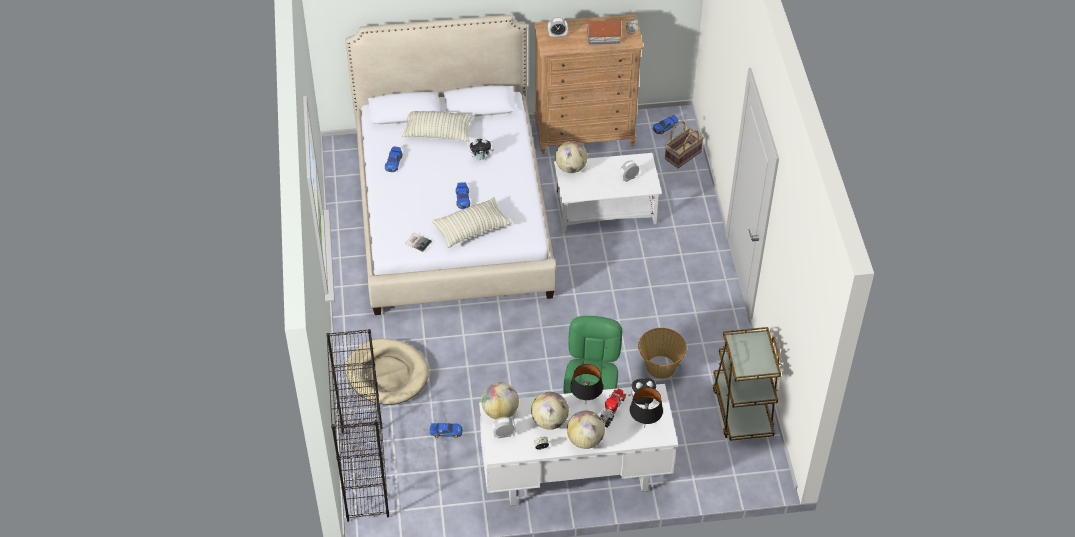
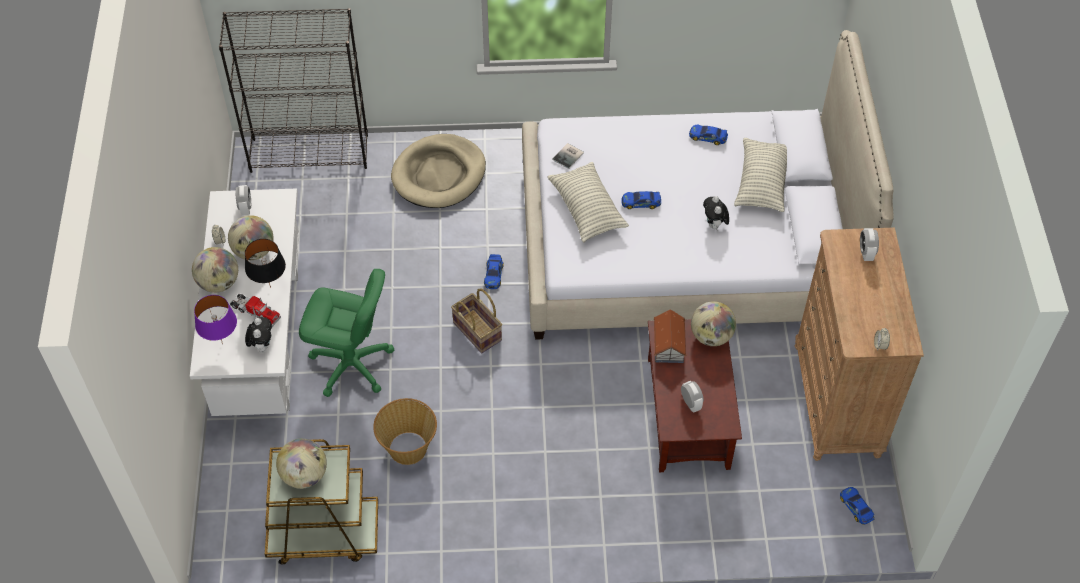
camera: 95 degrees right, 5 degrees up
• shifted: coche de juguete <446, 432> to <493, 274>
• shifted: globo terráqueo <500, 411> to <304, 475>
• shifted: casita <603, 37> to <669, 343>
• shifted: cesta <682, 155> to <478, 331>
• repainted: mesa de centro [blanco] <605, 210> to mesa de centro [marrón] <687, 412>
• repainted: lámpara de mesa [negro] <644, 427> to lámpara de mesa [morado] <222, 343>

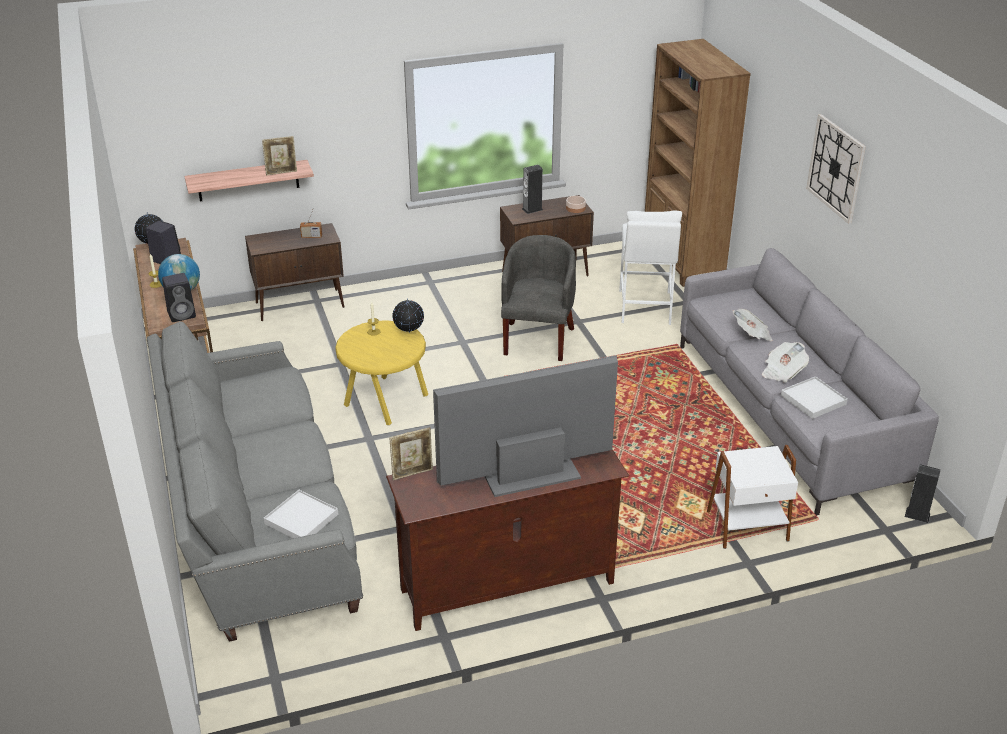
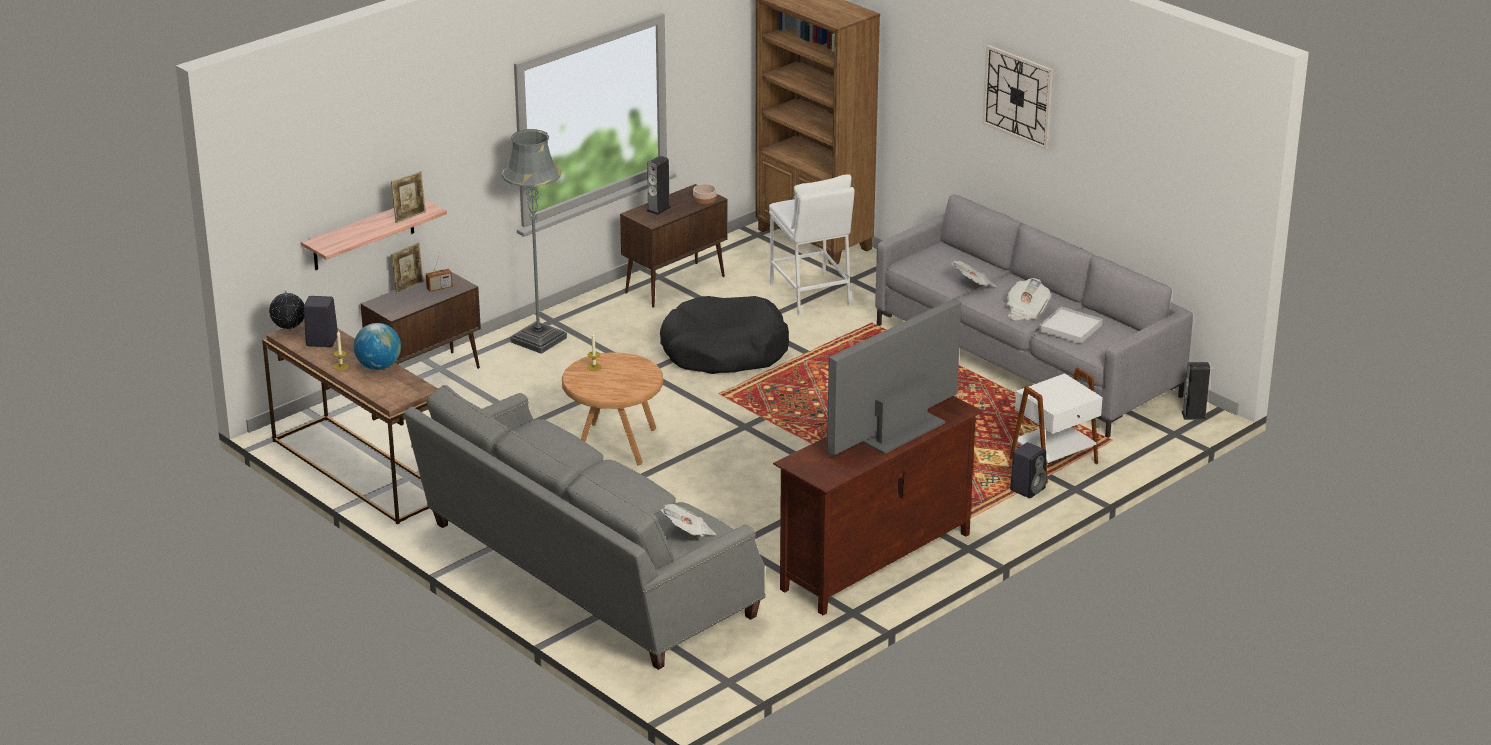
camera: 25 degrees left, 5 degrees down
• gone: globo terráqueo <409, 333>
• new: lámpara de pie [gris] <539, 340>
• shifted: altavoz [negro] <182, 314> to <1028, 489>
• shifted: portarretratos <412, 473> to <409, 287>
• swapped: bandeja [blanco] <301, 519> to periódico <689, 533>
• swapped: sillón [gris] <538, 339> to cama para perro [negro] <724, 351>
• repainted: mesa auxiliar [amarillo] <384, 401> to mesa auxiliar [marrón] <614, 445>

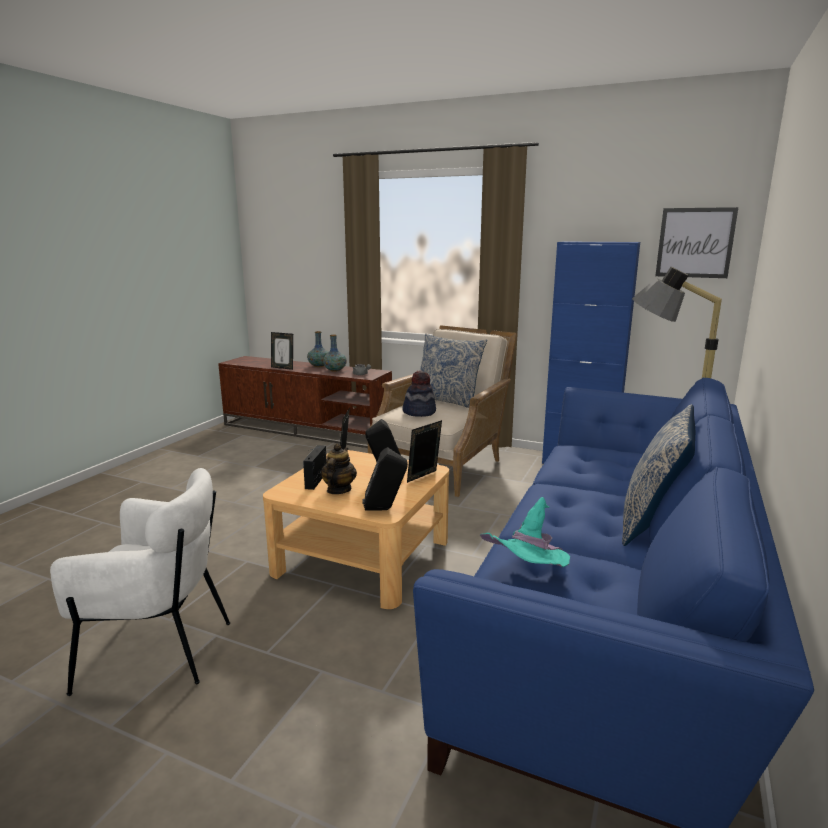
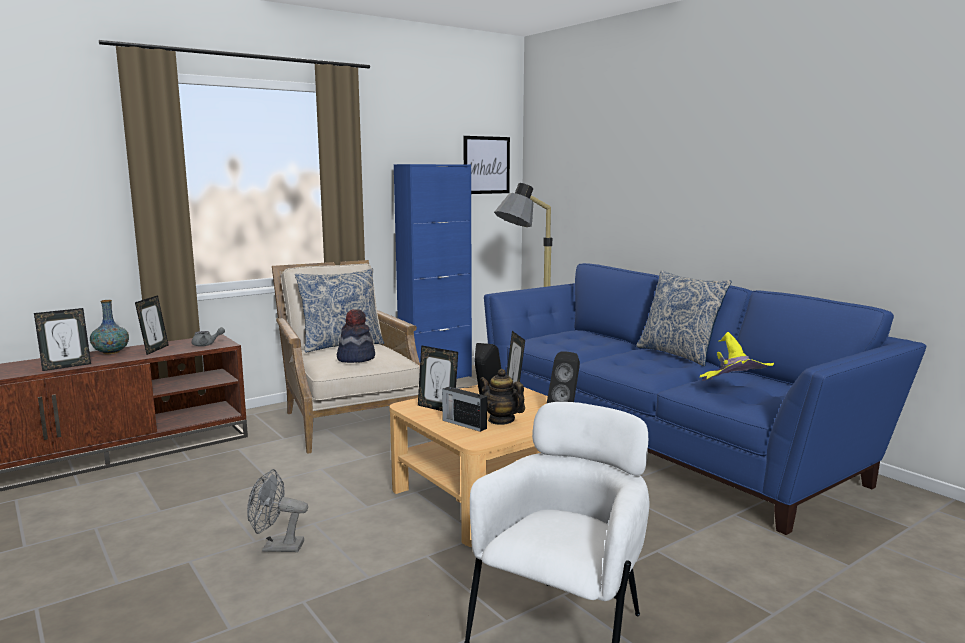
camera: 60 degrees left, 5 degrees down
• new: ventilador [gris] <276, 547>
• swapped: florero <335, 370> to portarretratos <154, 350>
• repainted: sombrero [turquesa] <528, 578> to sombrero [amarillo] <732, 392>

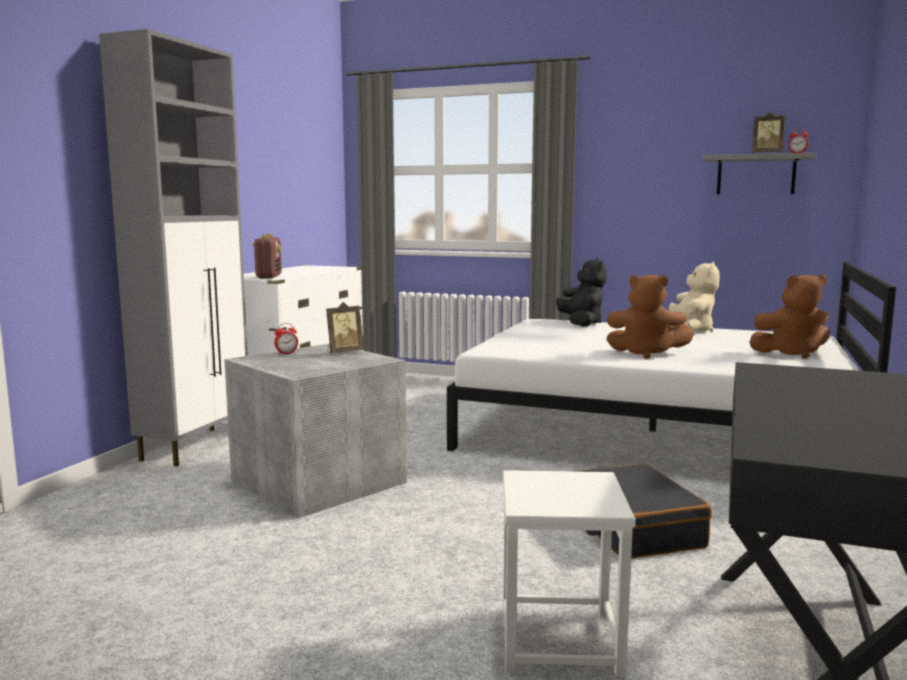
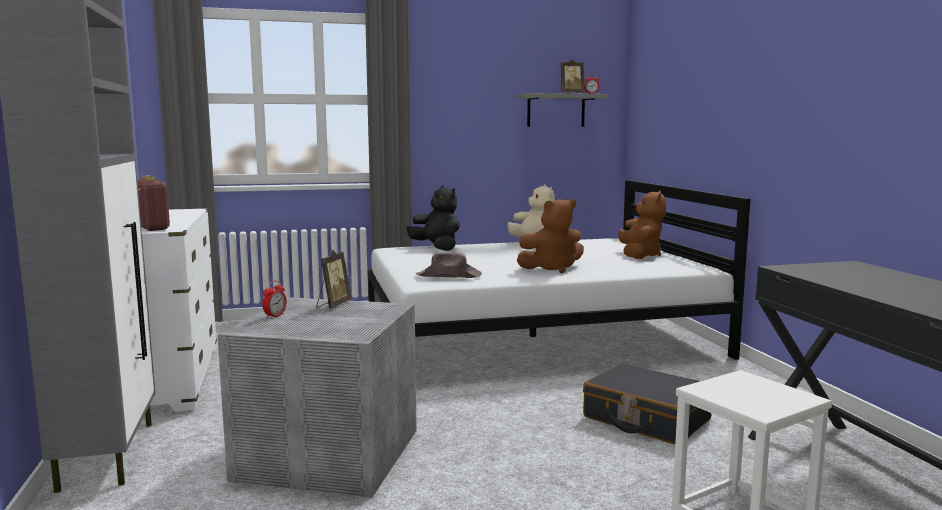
camera: 35 degrees left, 0 degrees up
• new: sombrero [marrón] <449, 276>
• rotated: peluche [marrón] <791, 353> = <640, 255> 45 degrees counterclockwise

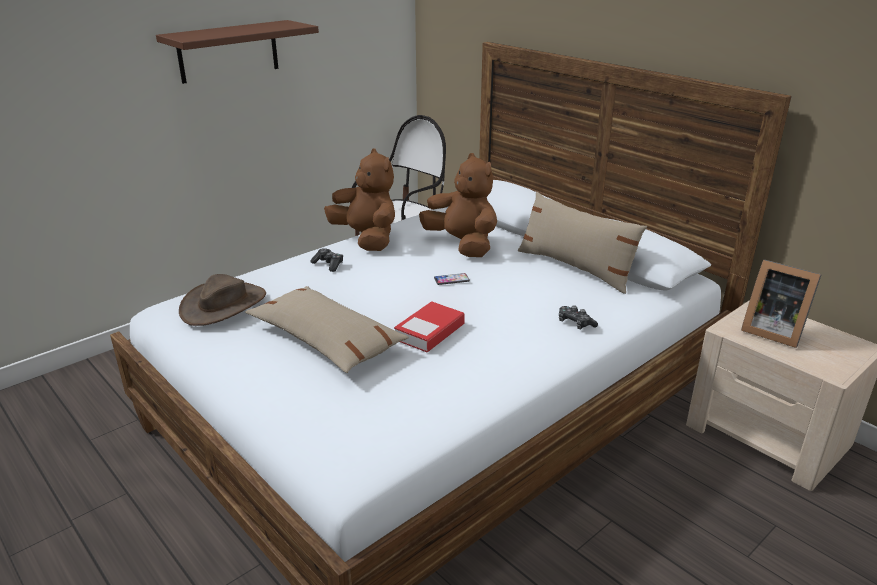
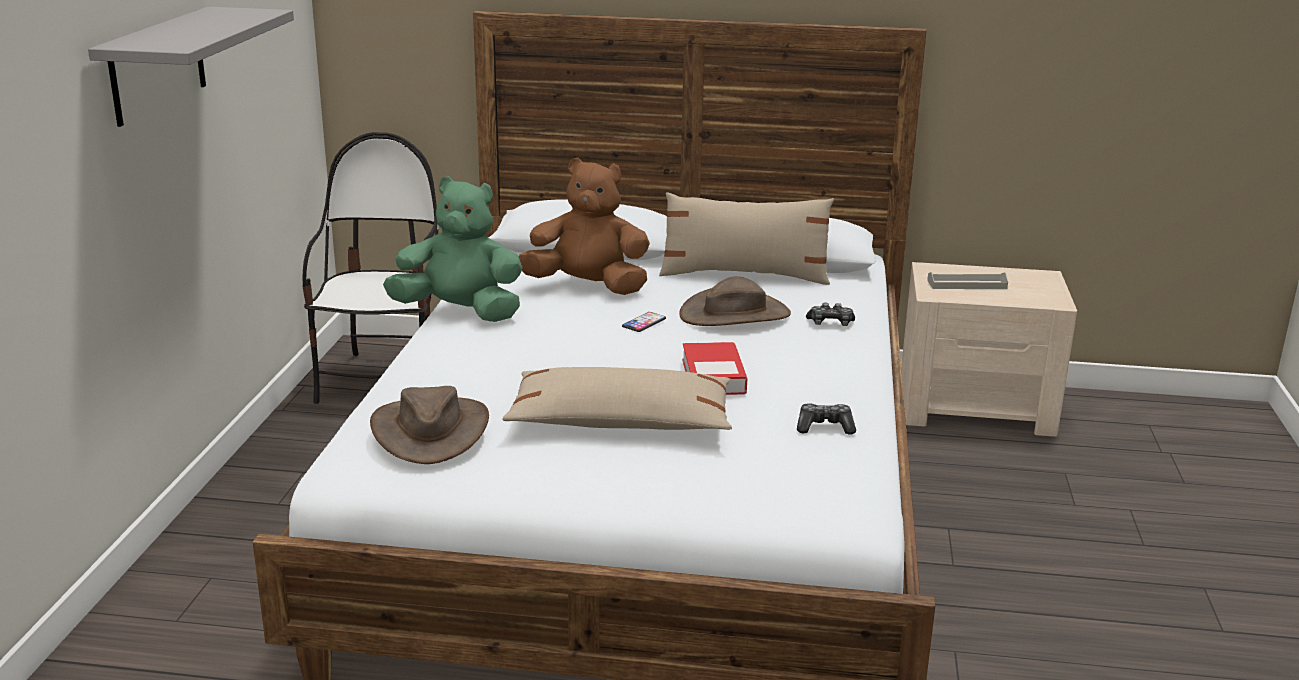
camera: 40 degrees left, 5 degrees down
• new: sombrero [marrón] <735, 314>
• shifted: mando de consola <328, 264> to <824, 427>
• swapped: portarretratos <771, 331> to bandeja [gris] <967, 284>
• repainted: estante [marrón] <228, 51> to estante [gris] <157, 65>
• repainted: peluche [marrón] <366, 239> to peluche [verde] <460, 312>

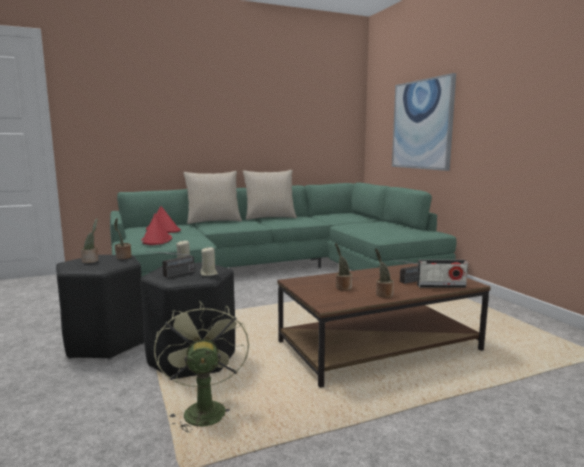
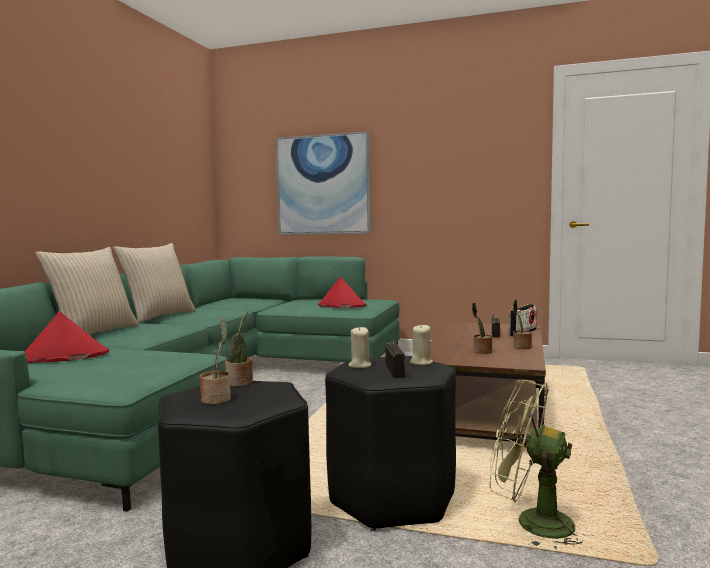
camera: 50 degrees left, 5 degrees down
• shifted: sombrero [rojo] <156, 240> to <341, 305>

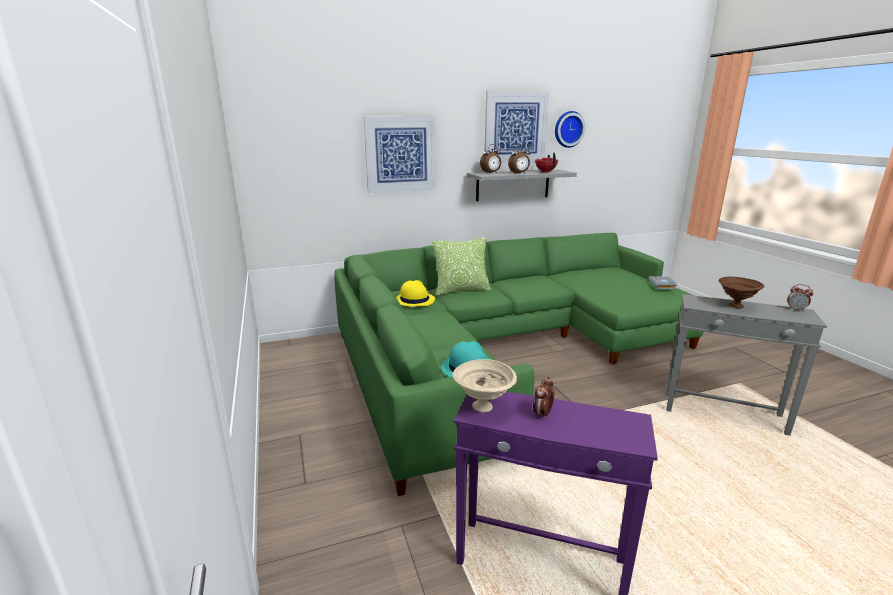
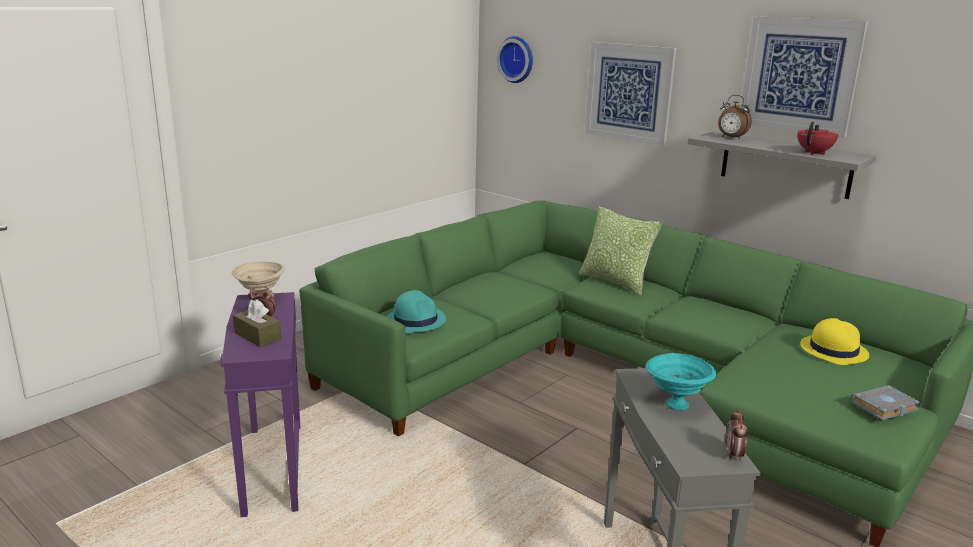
camera: 60 degrees right, 0 degrees up
• gone: despertador <519, 173>
• new: caja de pañuelos [marrón] <257, 336>
• shifted: sombrero [amarillo] <414, 300> to <833, 350>
• shifted: reloj de pared <568, 129> to <517, 59>
• repainted: cuenco [marrón] <736, 306> to cuenco [turquesa] <675, 405>

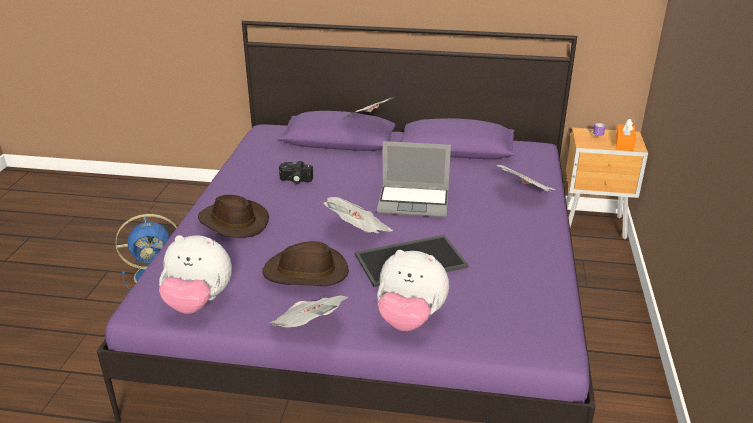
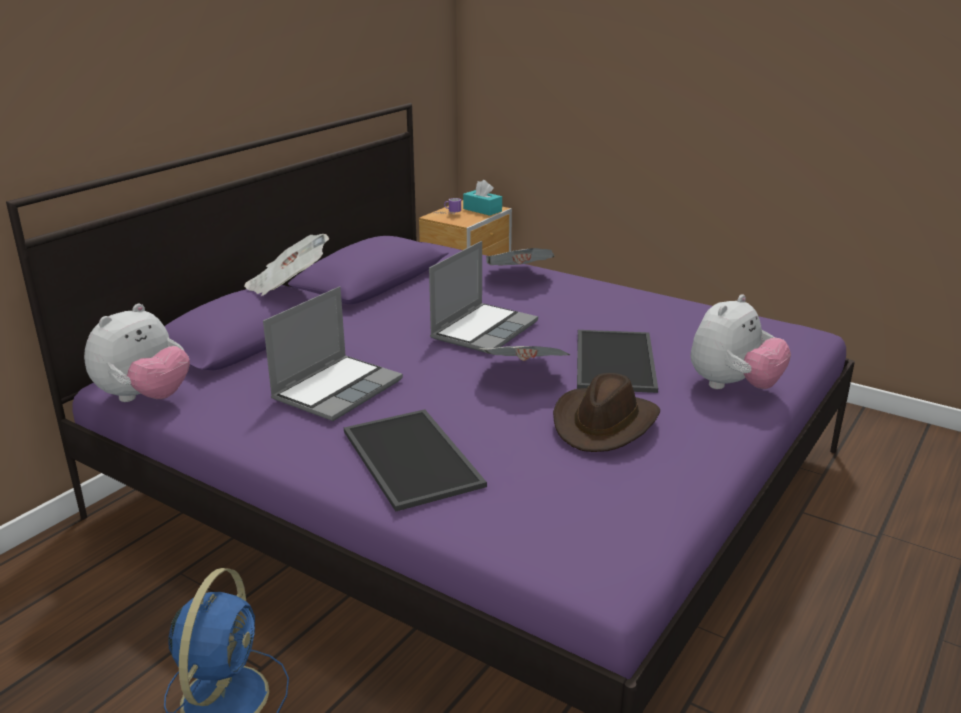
camera: 65 degrees left, 5 degrees down
• gone: periódico <309, 326>
• shifted: peluche <198, 302> to <145, 398>
• swapped: sombrero [marrón] <232, 222> to bandeja <414, 458>
• swapped: cámara <295, 180> to portátil <337, 389>
• repainted: caja de pañuelos [naranja] <624, 143> to caja de pañuelos [turquesa] <482, 210>

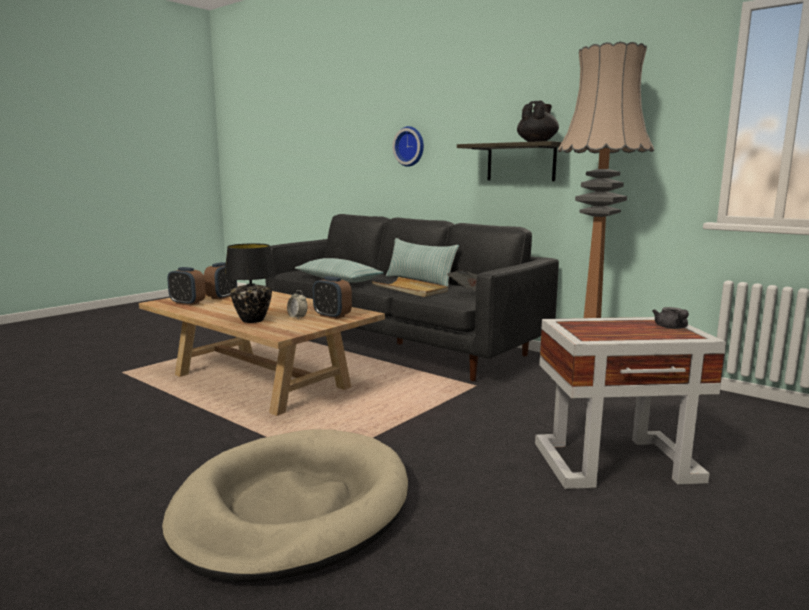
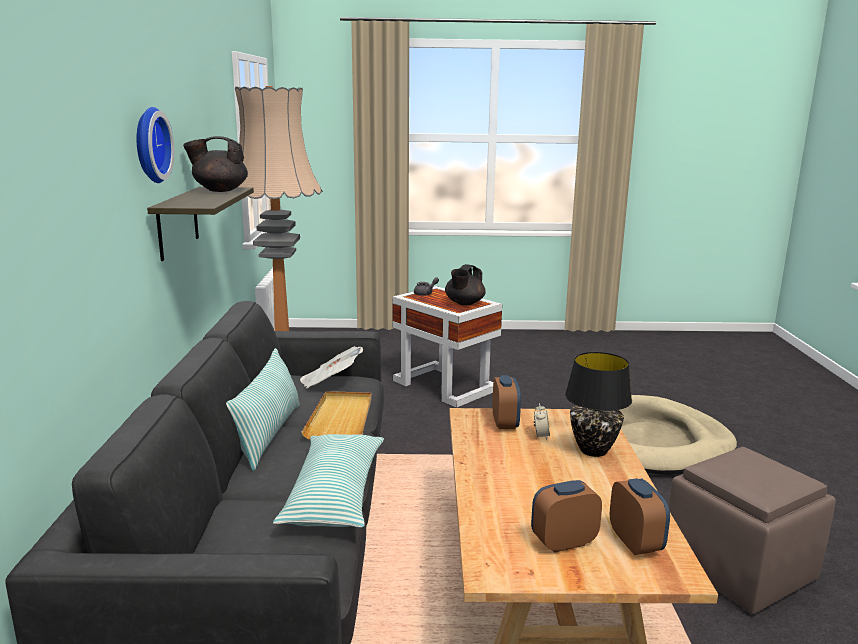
camera: 130 degrees left, 5 degrees up
• new: tetera [negro] <464, 303>
• new: puf [marrón] <740, 569>
• shifted: reloj de pared <410, 146> to <148, 145>

